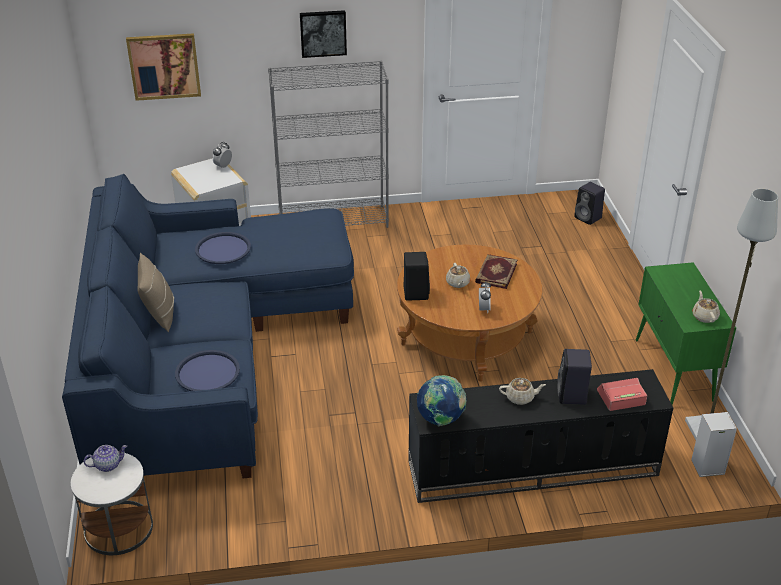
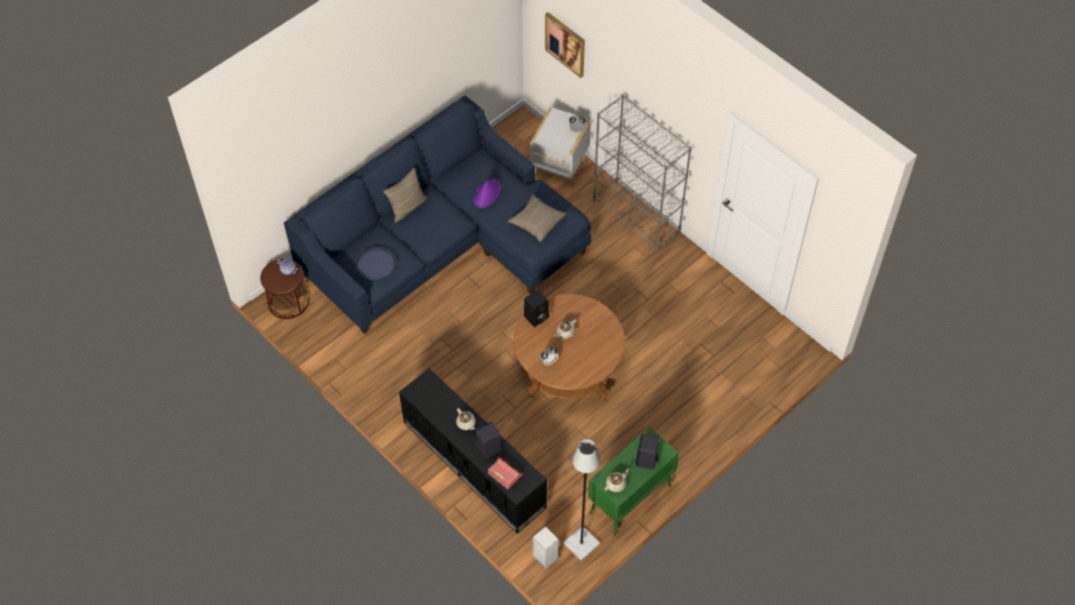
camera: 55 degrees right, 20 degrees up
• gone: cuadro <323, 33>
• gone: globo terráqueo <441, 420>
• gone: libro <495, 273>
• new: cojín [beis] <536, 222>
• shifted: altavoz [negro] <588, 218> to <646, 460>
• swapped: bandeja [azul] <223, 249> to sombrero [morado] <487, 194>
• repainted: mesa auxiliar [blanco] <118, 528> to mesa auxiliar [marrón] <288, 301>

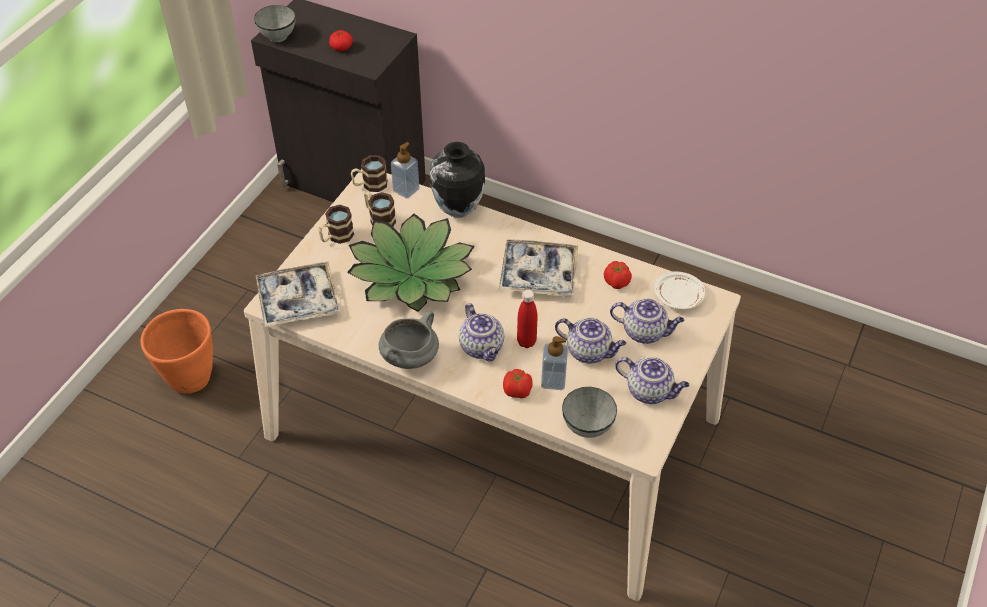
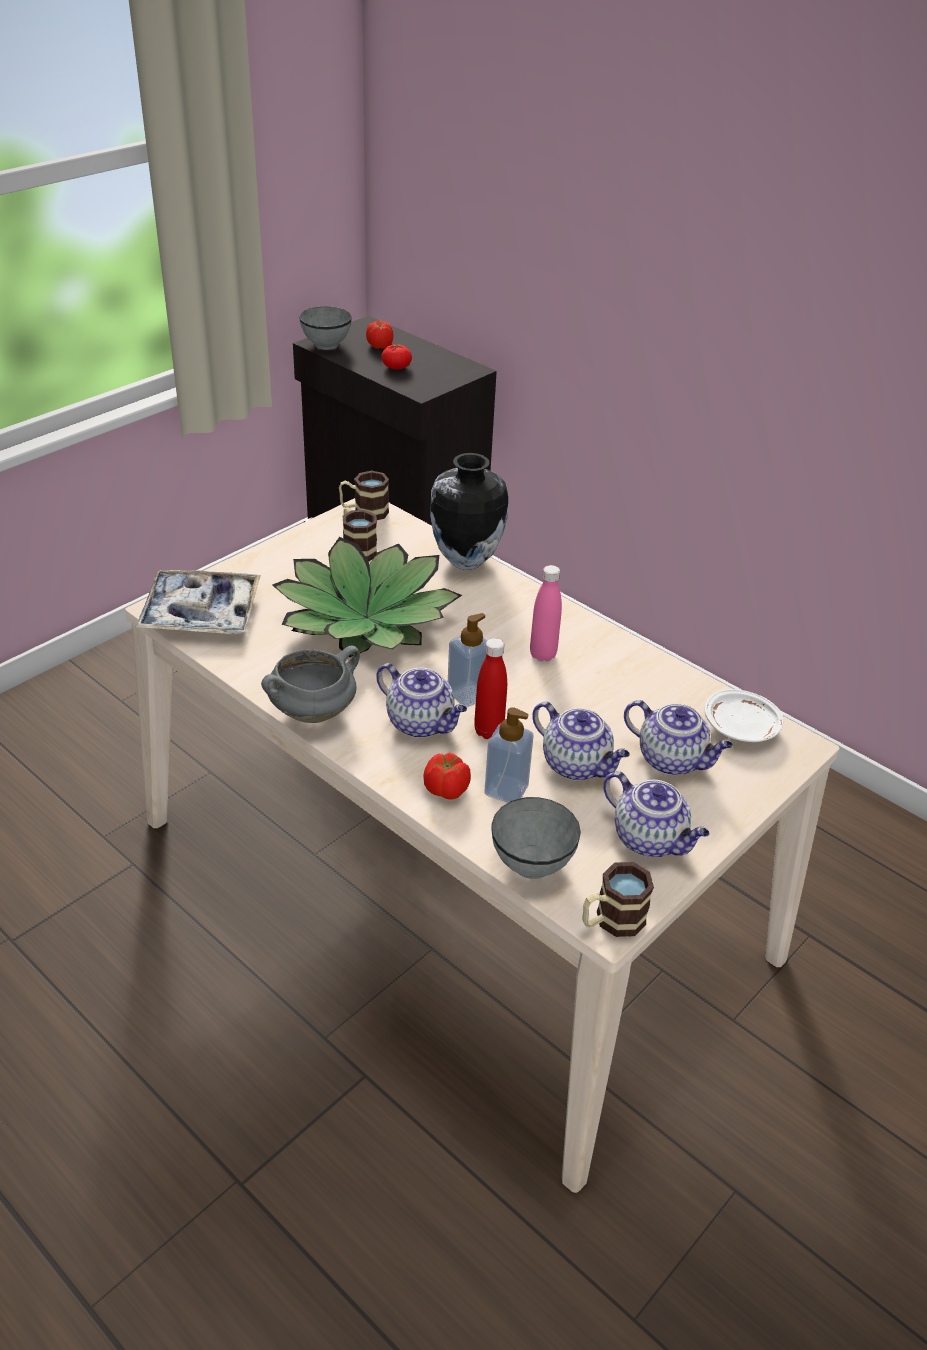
camera: 15 degrees right, 10 degrees down
• gone: maceta [naranja] <189, 379>
• shifted: taza grande <336, 237> to <611, 921>
• shifted: dispensador de jabón <406, 190> to <468, 694>
• shifted: tomate <616, 283> to <379, 346>
• swapped: bandeja <538, 274> to botella [rosa] <543, 654>
• rotated: tetera <482, 347> = <421, 723> 45 degrees counterclockwise

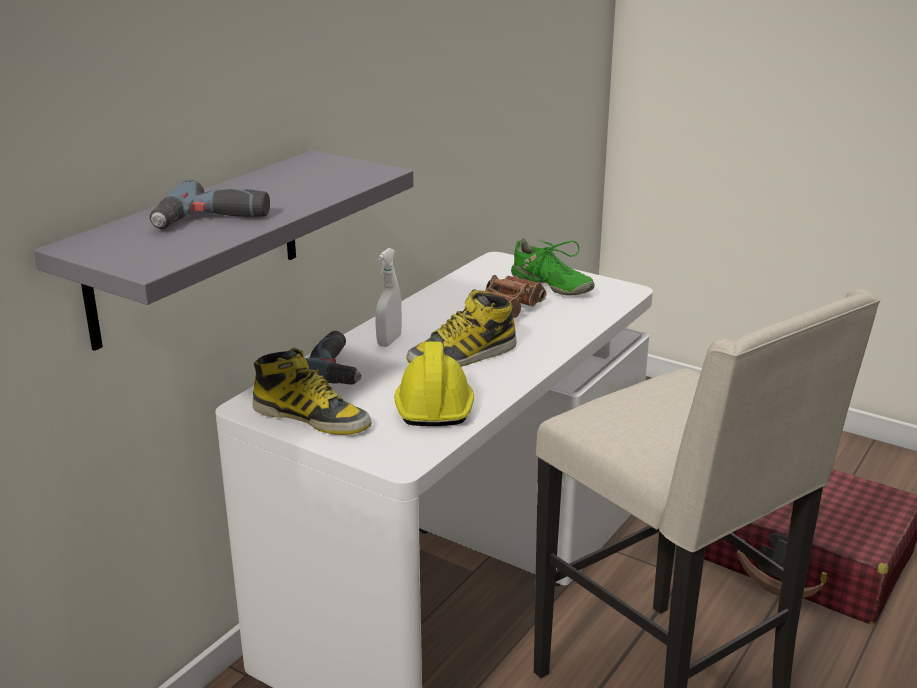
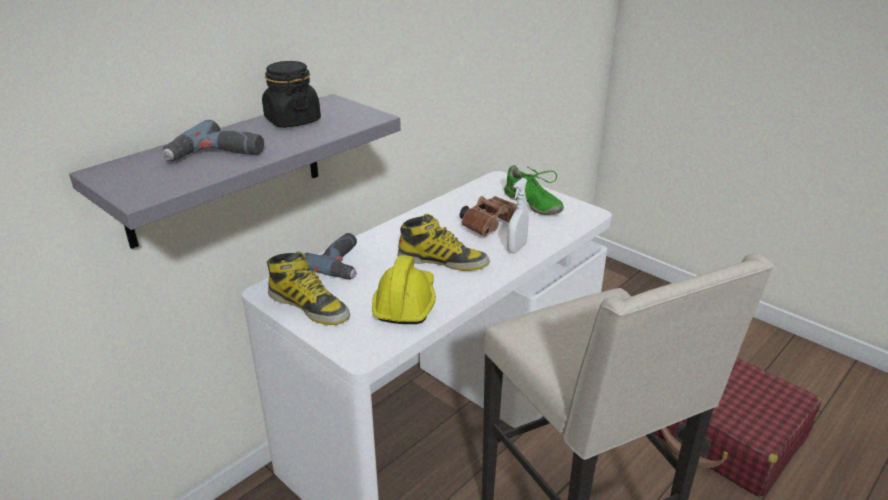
camera: 10 degrees right, 5 degrees up
• new: tarro [negro] <292, 120>
• shifted: pulverizador [blanco] <389, 341> to <516, 248>
• rotated: bota <463, 355> = <443, 261> 150 degrees counterclockwise

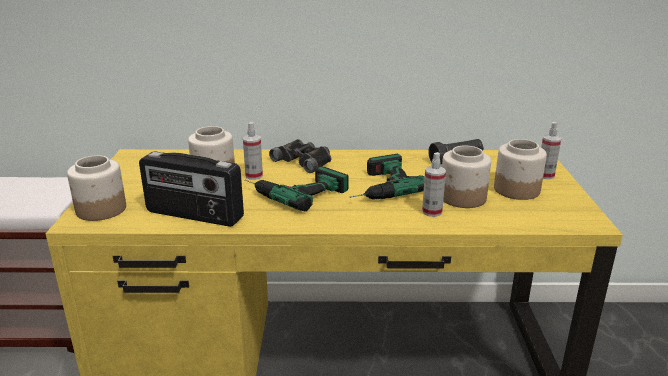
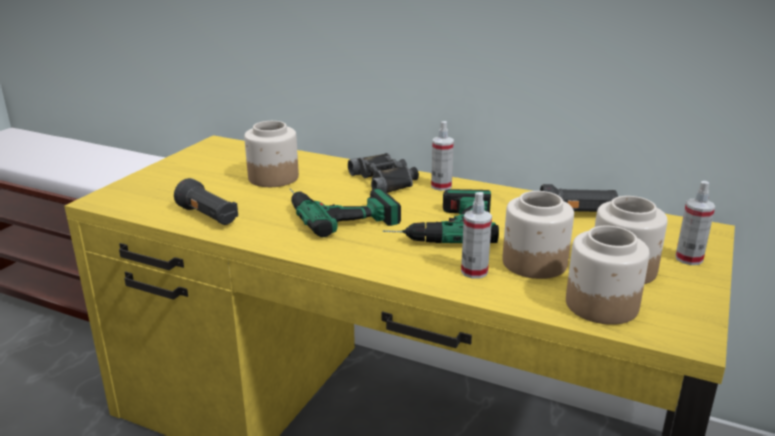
camera: 25 degrees right, 0 degrees up
• shifted: tarro <101, 210> to <601, 305>
• shifted: pulverizador <254, 176> to <441, 186>
• swapped: radio <194, 215> to linterna [negro] <208, 217>

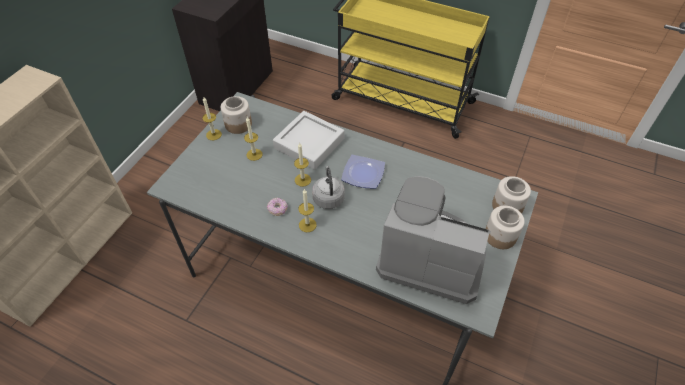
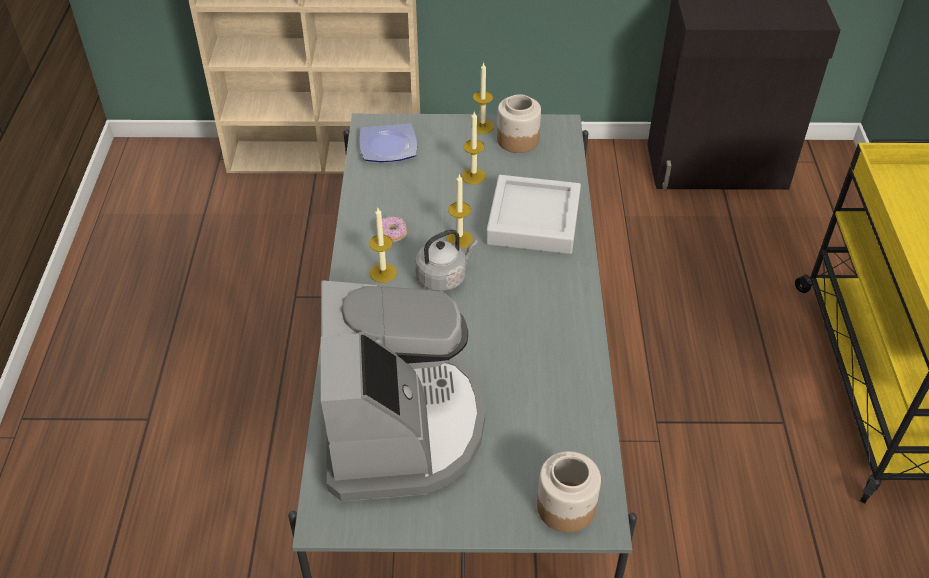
camera: 65 degrees right, 5 degrees down
• gone: tarro <500, 236>
• shifted: plato <363, 174> to <387, 147>

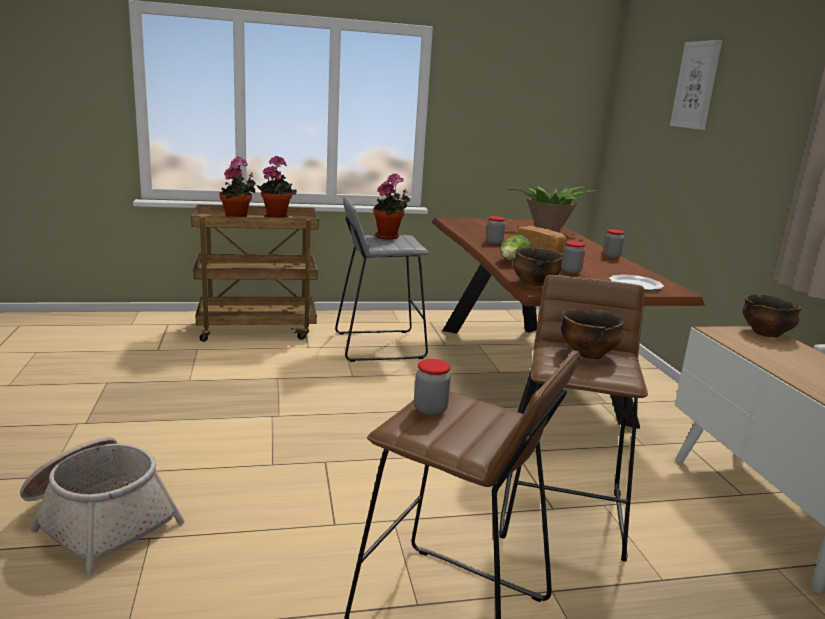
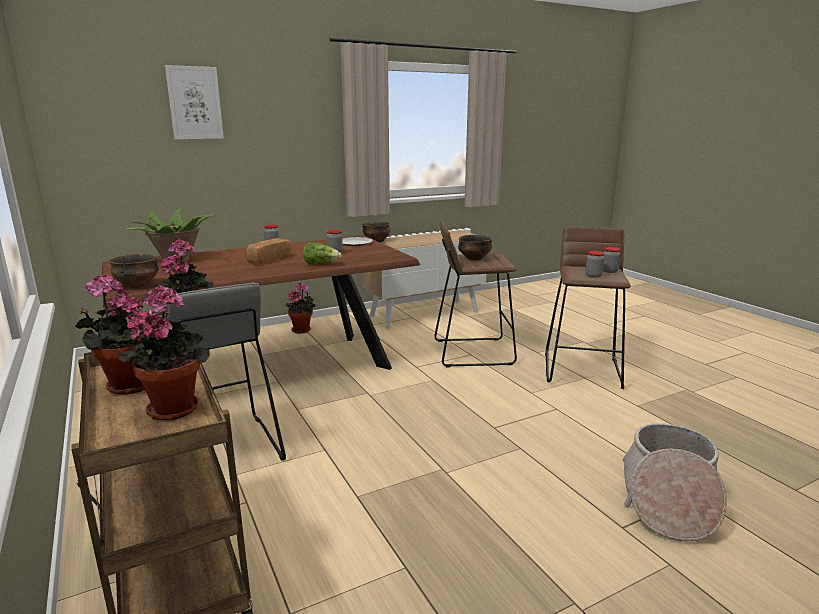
camera: 105 degrees left, 0 degrees up
• new: planta en maceta <303, 330>
• shifted: tarro <494, 242> to <609, 271>
• shifted: cuenco <534, 283> to <137, 285>

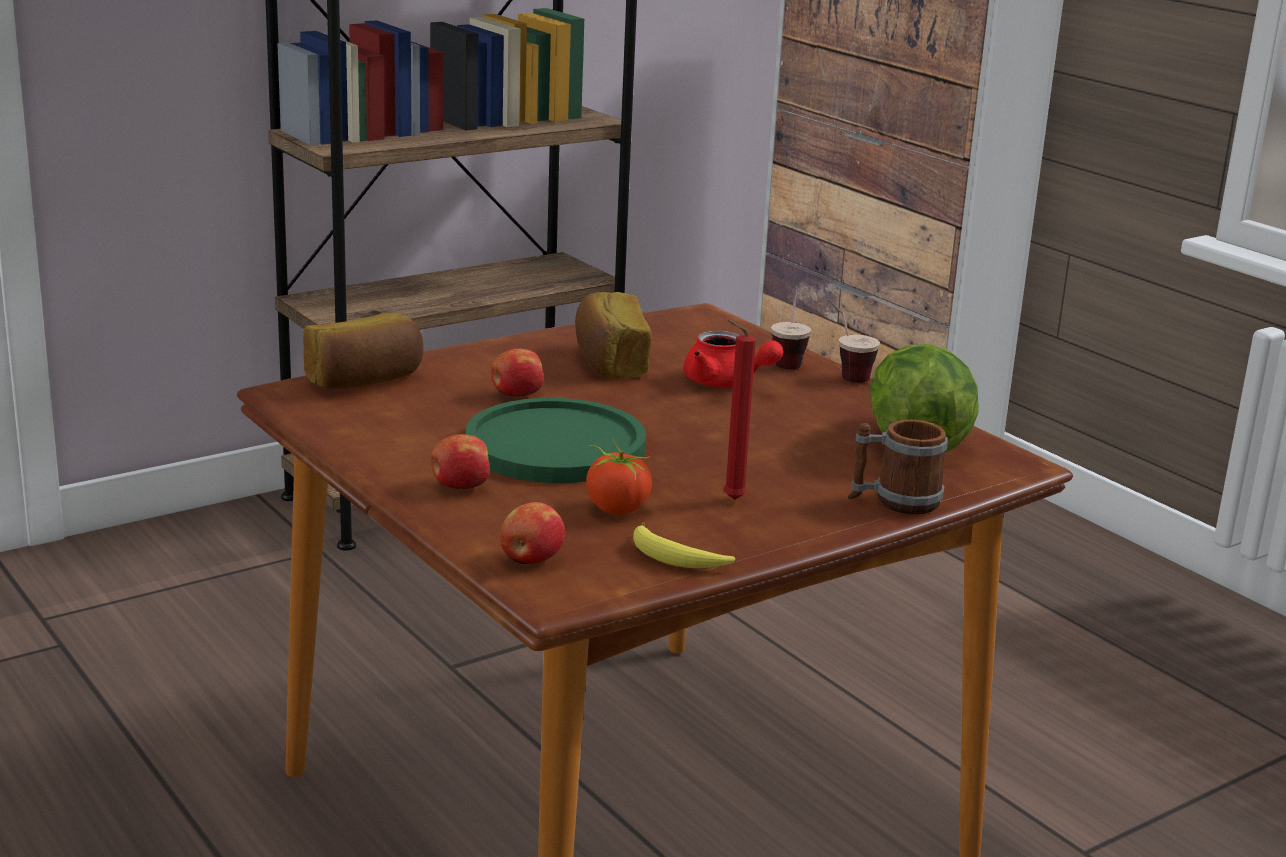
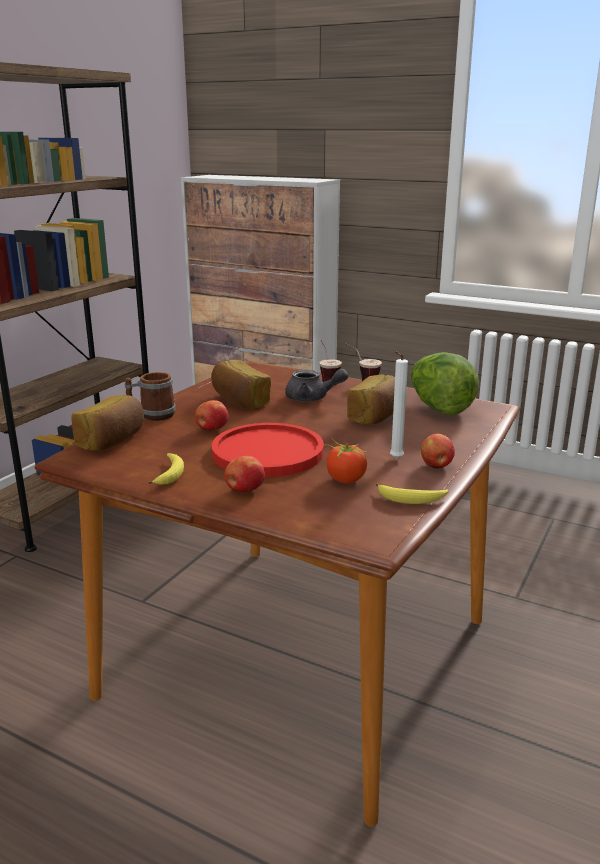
camera: 25 degrees left, 0 degrees up
• new: plátano <169, 474>
• new: pan <376, 416>
• shifted: manzana <530, 560> to <436, 466>
• shifted: taza grande <894, 501> to <151, 416>
• repainted: plato [verde] <555, 446> to plato [rojo] <268, 452>
• repainted: tetera [rojo] <726, 383> to tetera [gris] <312, 398>
• repainted: vela [rojo] <730, 500> to vela [blanco] <394, 459>

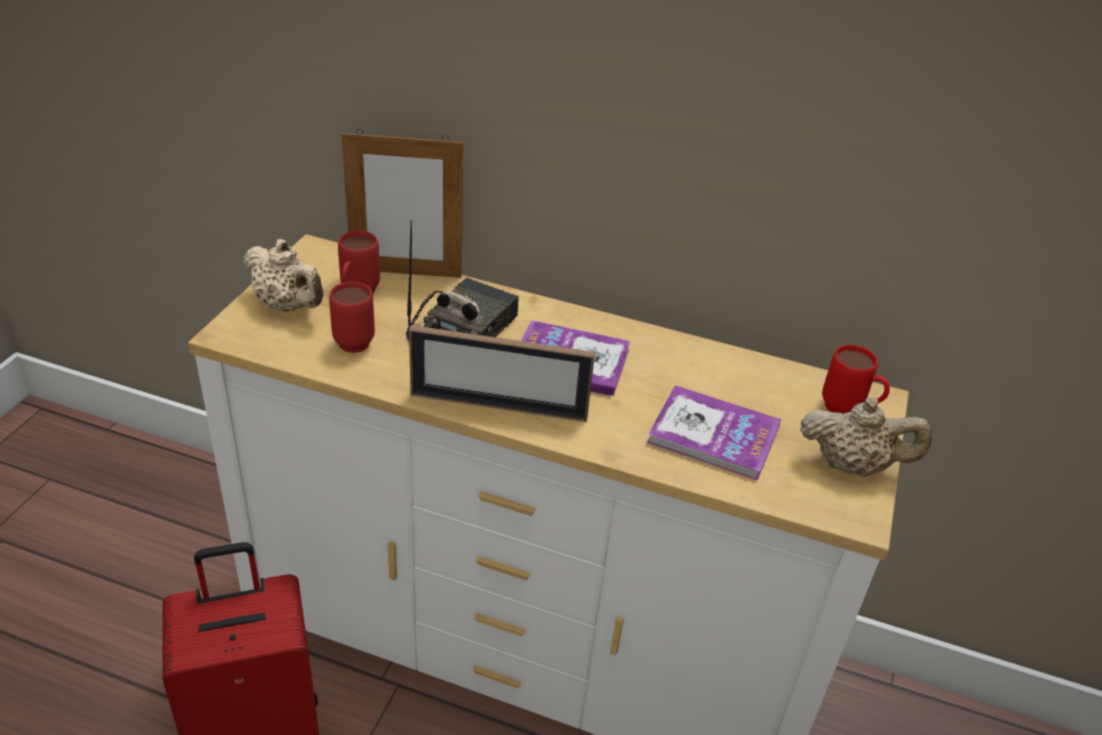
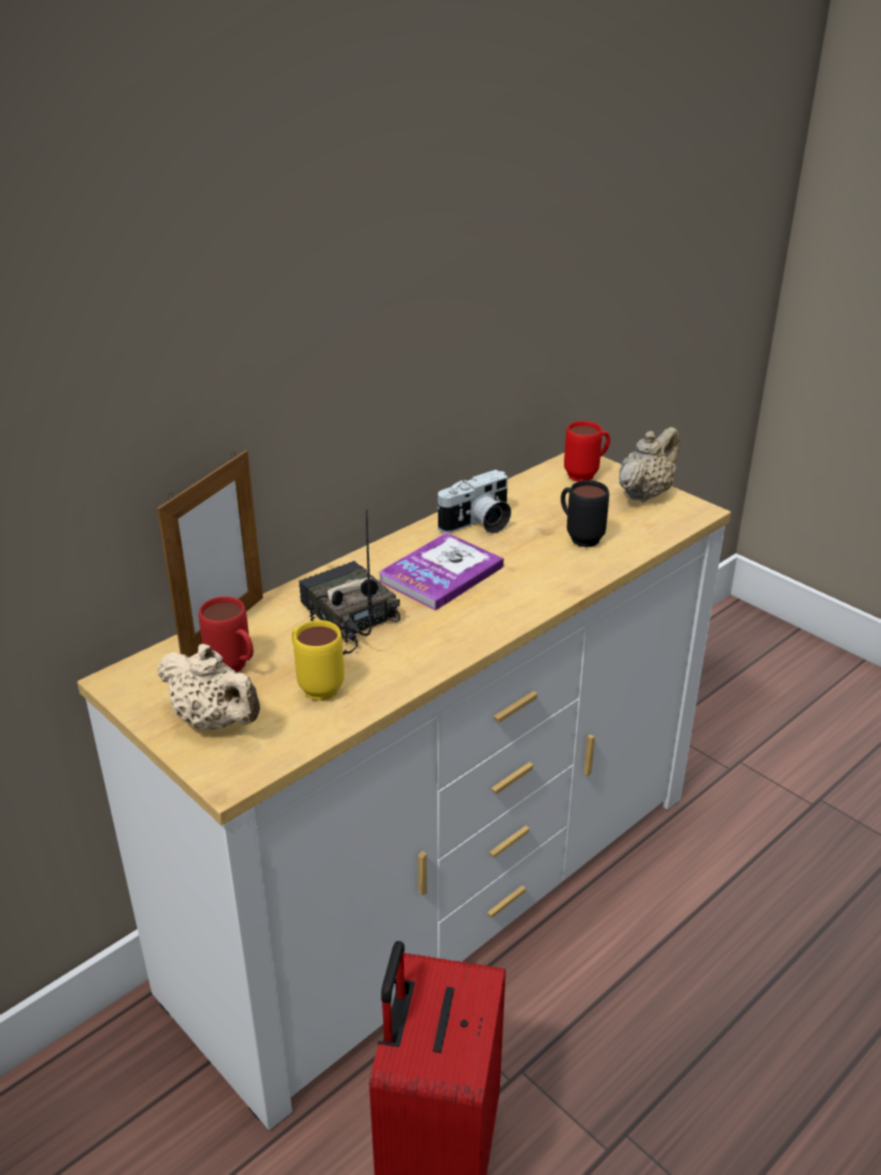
camera: 60 degrees left, 5 degrees down
• gone: portarretratos <498, 406>
• new: cámara <478, 524>
• swapped: libro <713, 435> to taza grande [negro] <579, 537>
• repainted: taza grande [rojo] <358, 339> to taza grande [amarillo] <315, 686>
• rotated: tetera [beis] <288, 306> = <214, 721> 60 degrees clockwise

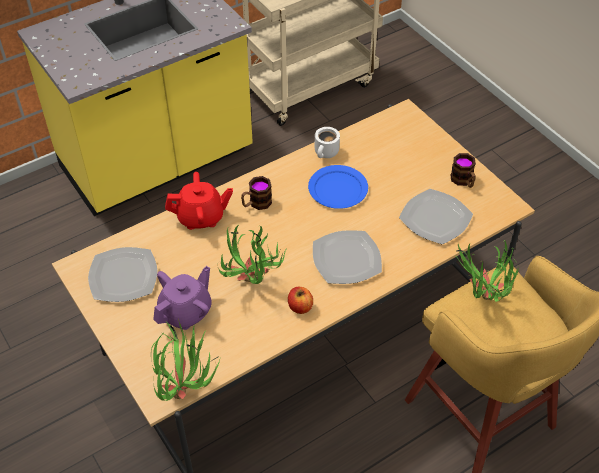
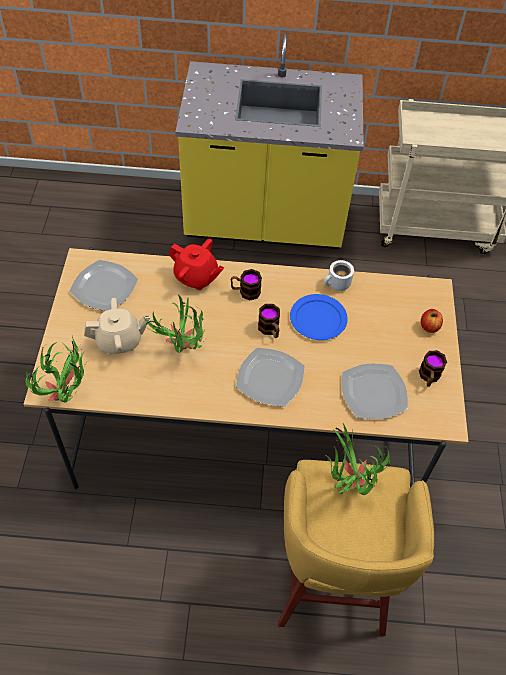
camera: 35 degrees right, 5 degrees up
• new: taza grande <270, 330>
• shifted: manzana <300, 307> to <429, 326>
• repainted: tetera [morado] <186, 312> to tetera [beis] <119, 341>

